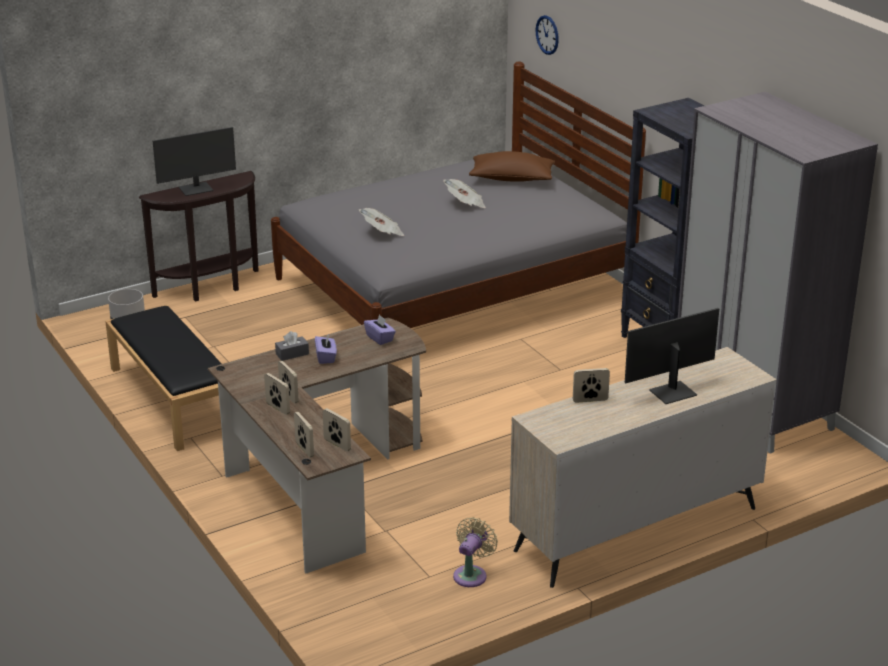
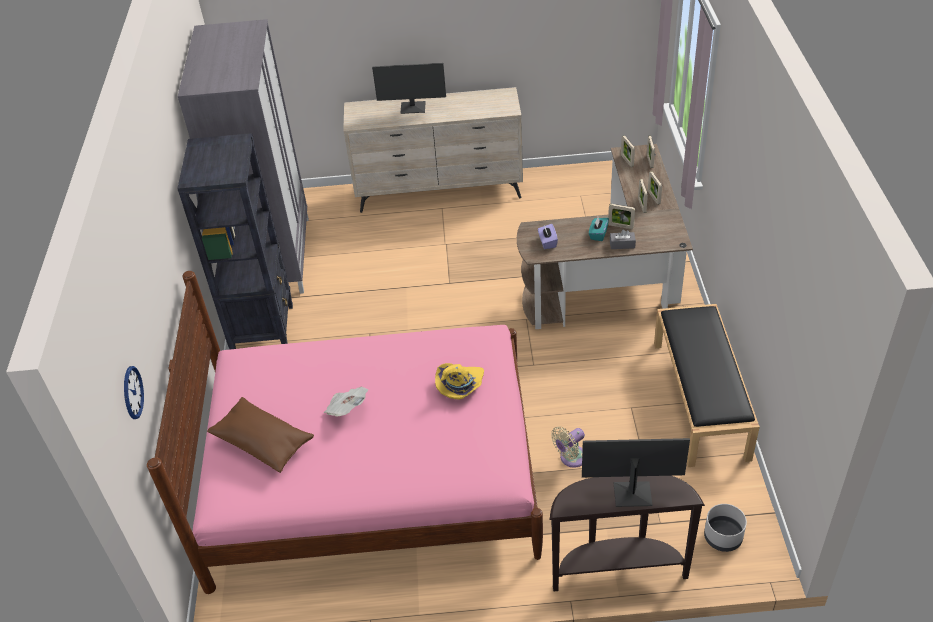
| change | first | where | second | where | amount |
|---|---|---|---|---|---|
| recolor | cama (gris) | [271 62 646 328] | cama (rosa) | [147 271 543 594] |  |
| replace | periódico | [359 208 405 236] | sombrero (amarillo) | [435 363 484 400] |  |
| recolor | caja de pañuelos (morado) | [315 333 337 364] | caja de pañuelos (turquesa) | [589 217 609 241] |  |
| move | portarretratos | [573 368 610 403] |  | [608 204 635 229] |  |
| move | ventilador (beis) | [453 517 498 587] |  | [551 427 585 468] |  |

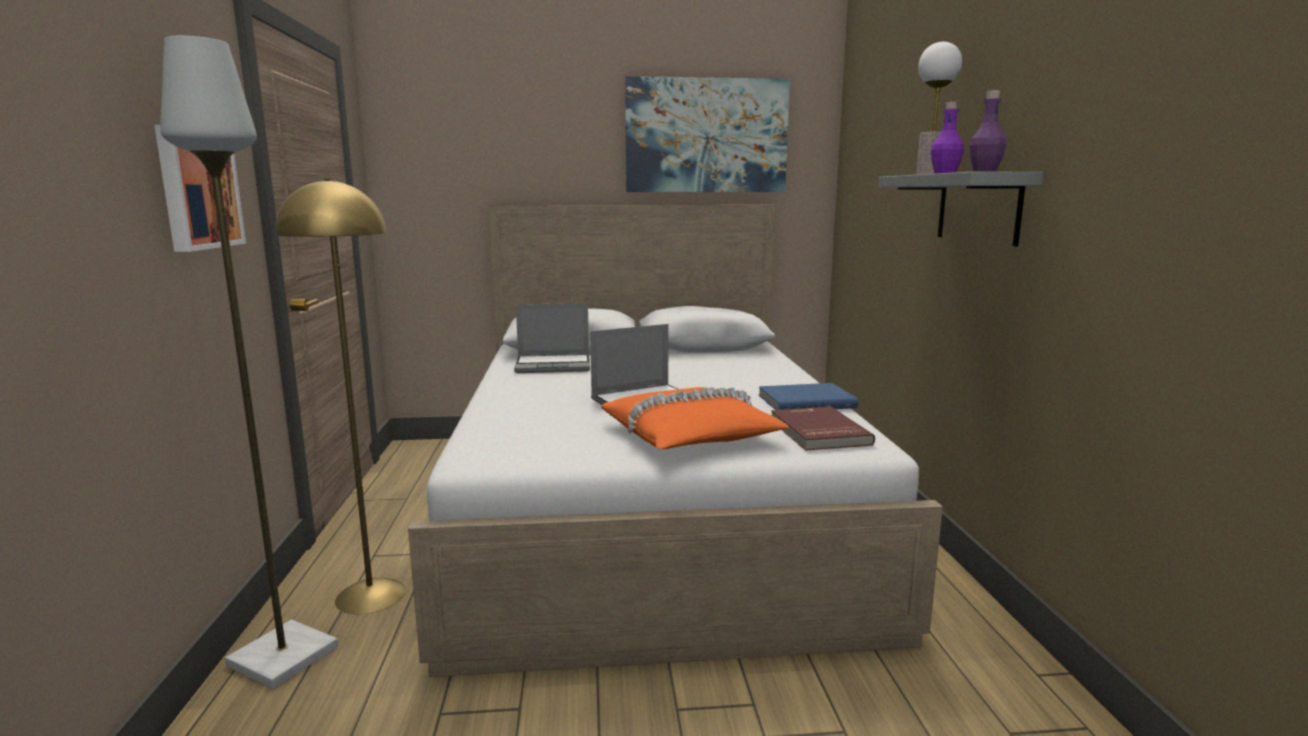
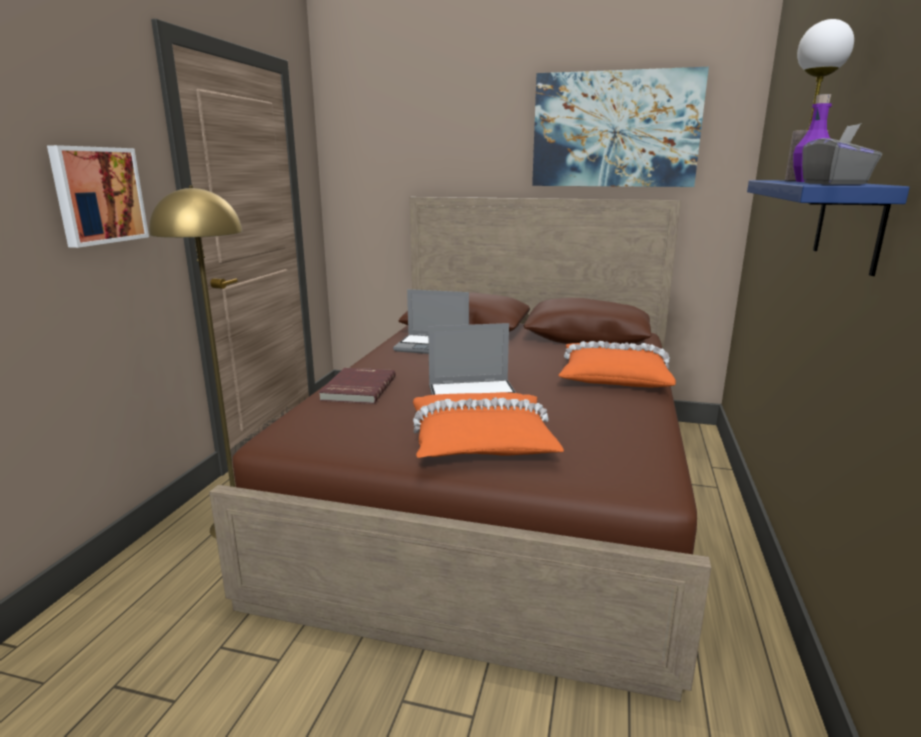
| change | first | where | second | where | amount |
|---|---|---|---|---|---|
| delete | lámpara de pie (gris) | [160 36 338 689] |  |  |  |
| replace | botella (morado) | [969 90 1007 172] | caja de pañuelos (gris) | [802 123 882 185] |  |
| recolor | estante (gris) | [878 172 1044 246] | estante (azul) | [747 180 910 276] |  |
| recolor | cama (blanco) | [408 205 943 677] | cama (marrón) | [209 197 711 702] |  |
| delete | libro (azul) | [758 383 858 410] |  |  |  |
| move | libro (rojo) | [771 407 875 451] |  | [319 368 395 404] |  |
| insert |  |  | cojín (naranja) | [559 341 676 387] |  |

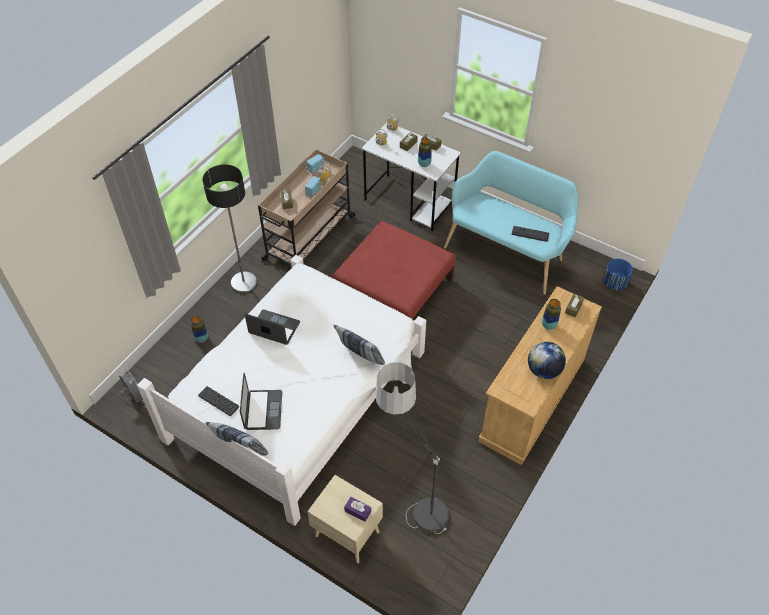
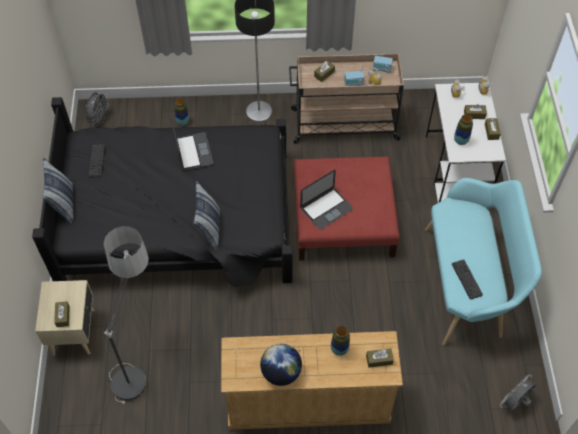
| change | first | where | second | where | amount |
|---|---|---|---|---|---|
| recolor | cama (blanco) | [137 255 426 526] | cama (negro) | [32 97 293 287] |  |
| replace | maceta (azul) | [603 259 633 290] | ventilador (gris) | [500 374 536 412] |  |
| move | portátil | [240 373 282 430] |  | [300 170 353 230] |  |
| recolor | caja de pañuelos (morado) | [344 497 371 522] | caja de pañuelos (marrón) | [54 301 70 327] |  |

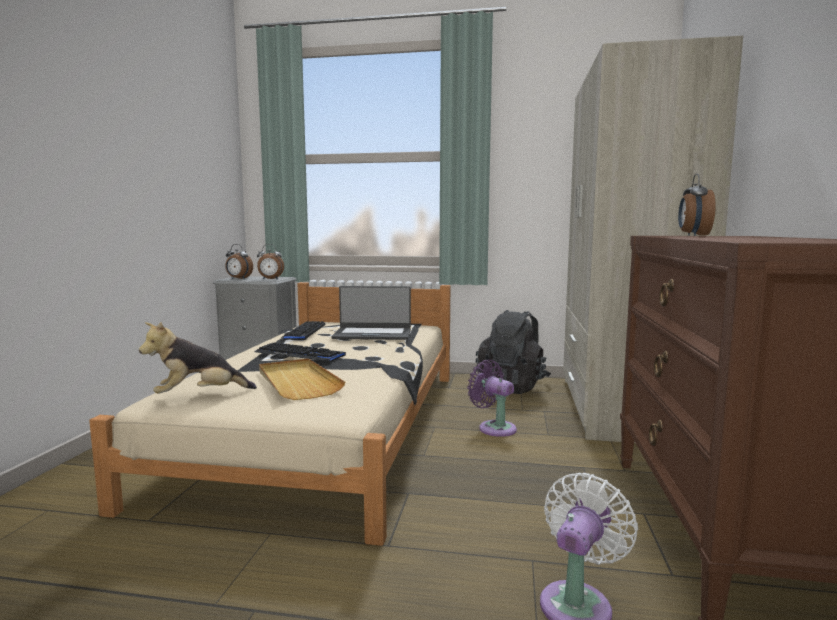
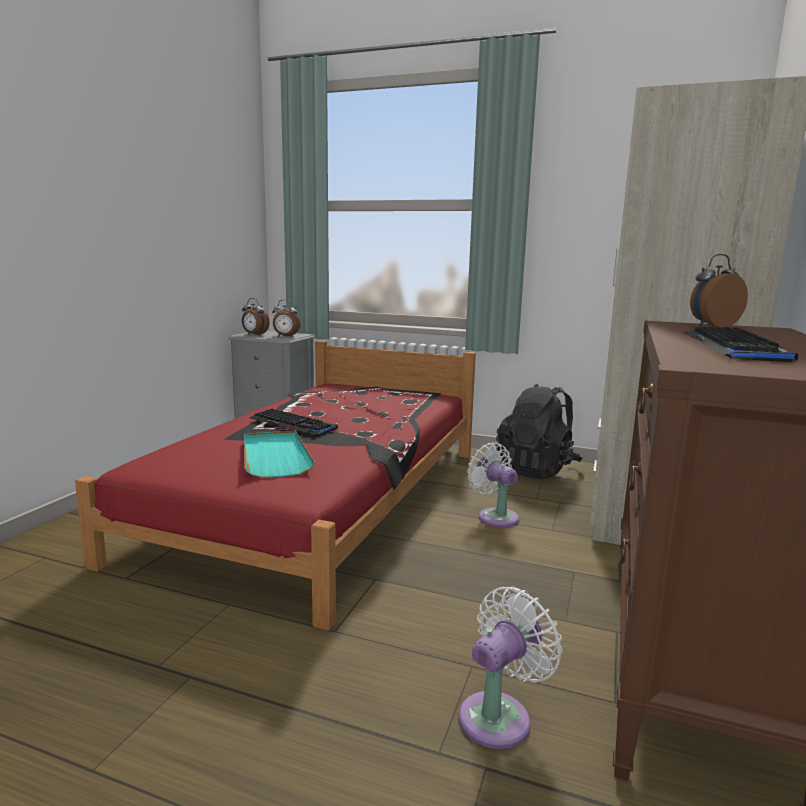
| change | first | where | second | where | amount |
|---|---|---|---|---|---|
| rotate | despertador | [678 174 716 236] |  | [690 254 748 328] | 45 degrees clockwise |
| recolor | cama (beis) | [89 282 450 546] | cama (rojo) | [75 340 476 631] |  |
| delete | portátil | [331 286 411 340] |  |  |  |
| move | teclado | [281 321 325 340] |  | [683 327 798 363] |  |
| delete | peluche | [139 322 257 394] |  |  |  |
| recolor | bandeja (beis) | [259 358 346 400] | bandeja (turquesa) | [244 431 315 477] |  |
| recolor | ventilador (morado) | [467 360 517 437] | ventilador (blanco) | [467 443 519 527] |  |

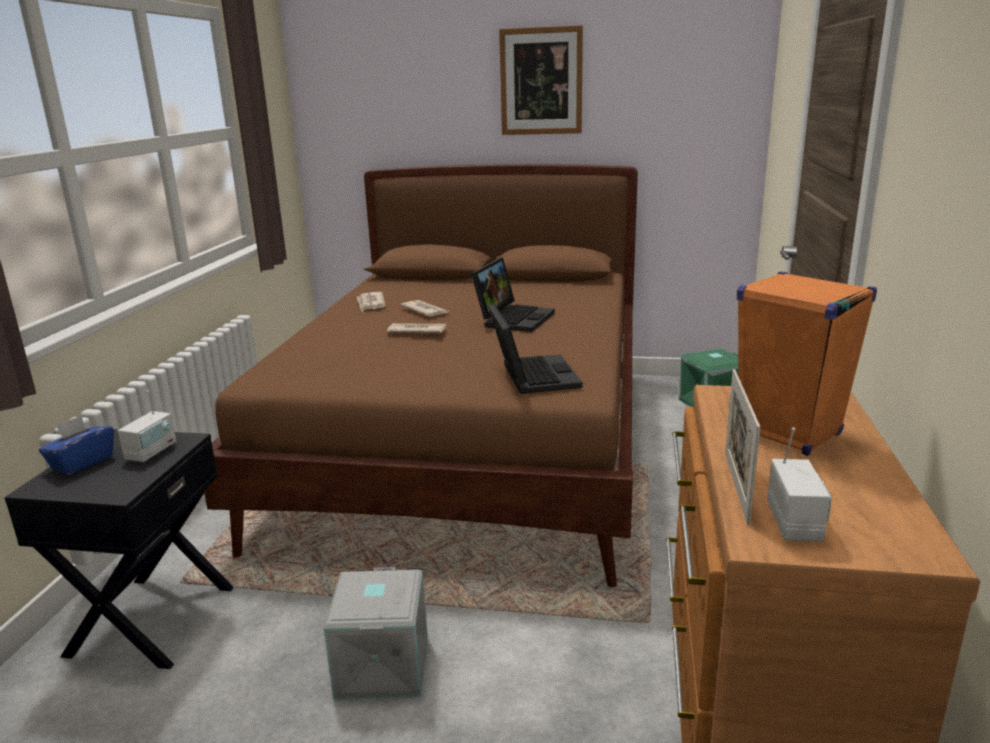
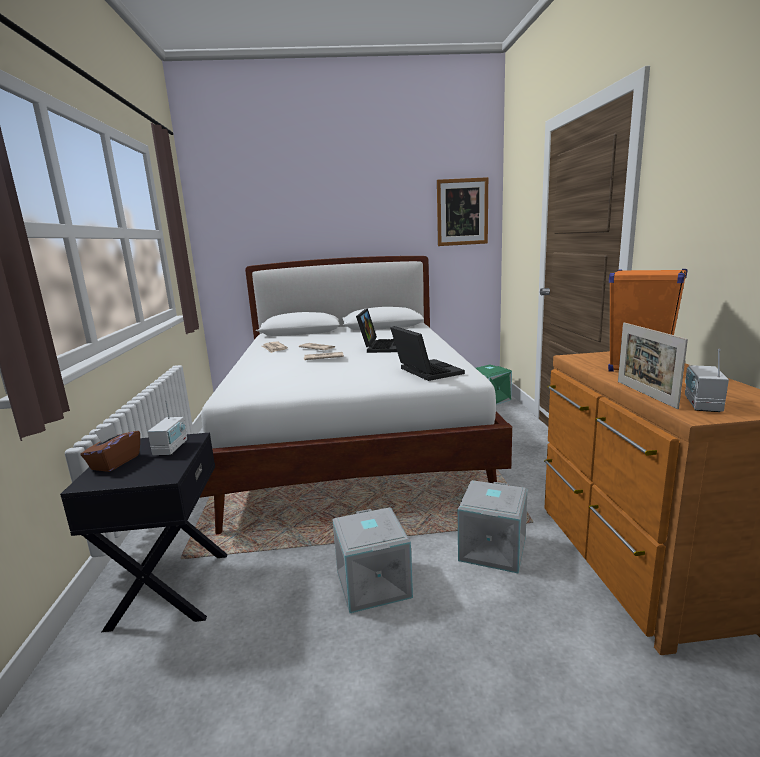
| change | first | where | second | where | amount |
|---|---|---|---|---|---|
| move | cuadro | [499 25 583 135] |  | [437 177 488 246] |  |
| recolor | cama (marrón) | [204 164 638 587] | cama (blanco) | [199 256 512 534] |  |
| recolor | caja de pañuelos (azul) | [39 415 114 475] | caja de pañuelos (marrón) | [81 423 140 472] |  |
| rotate | radio | [767 428 832 542] |  | [685 349 729 412] | 150 degrees counterclockwise |
| insert |  |  | caja de almacenaje (gris) | [458 480 527 574] |  |

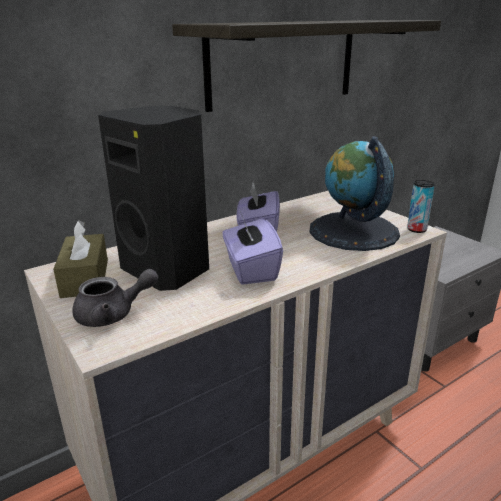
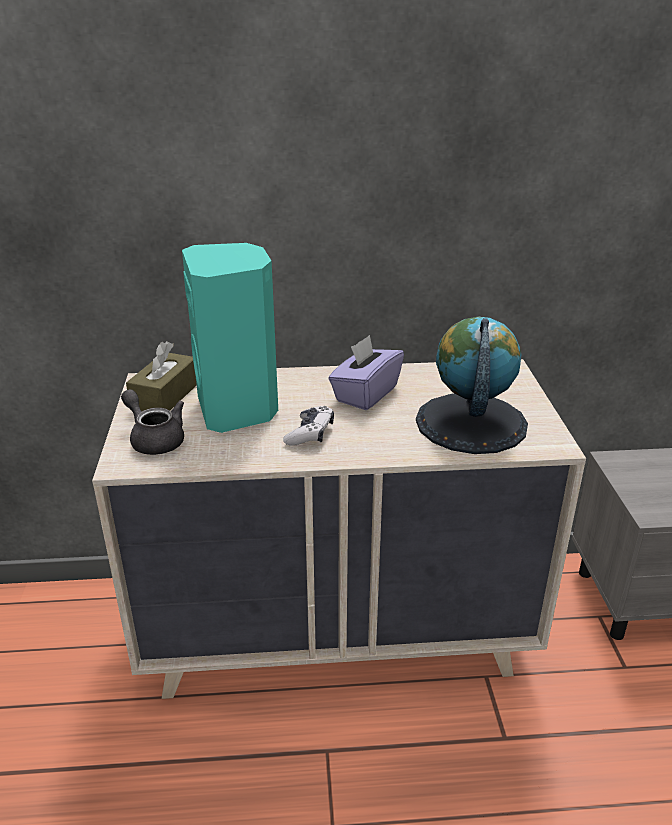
| change | first | where | second | where | amount |
|---|---|---|---|---|---|
| delete | estante | [172 20 441 112] |  |  |  |
| recolor | altavoz (negro) | [98 106 209 291] | altavoz (turquesa) | [182 243 278 433] |  |
| delete | lata | [407 180 435 233] |  |  |  |
| replace | caja de pañuelos (morado) | [222 211 283 285] | mando de consola | [283 406 334 446] |  |
| rotate | tetera (gris) | [72 269 159 327] |  | [121 389 184 455] | 150 degrees counterclockwise |

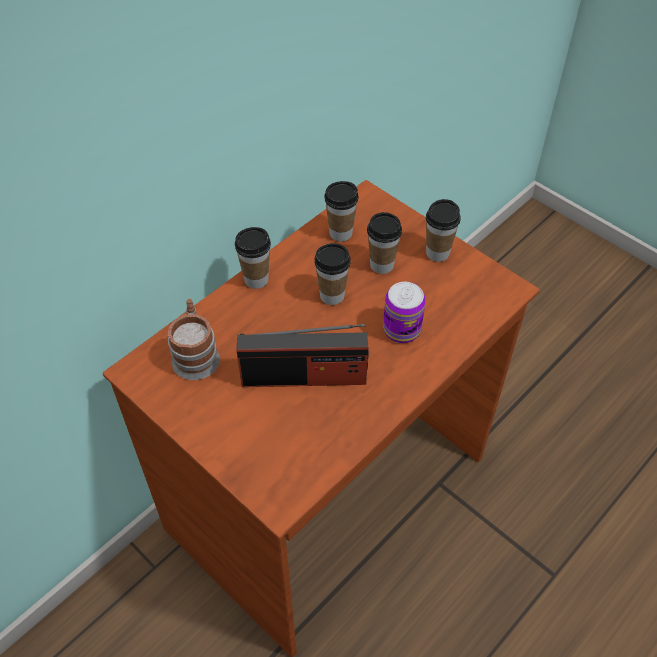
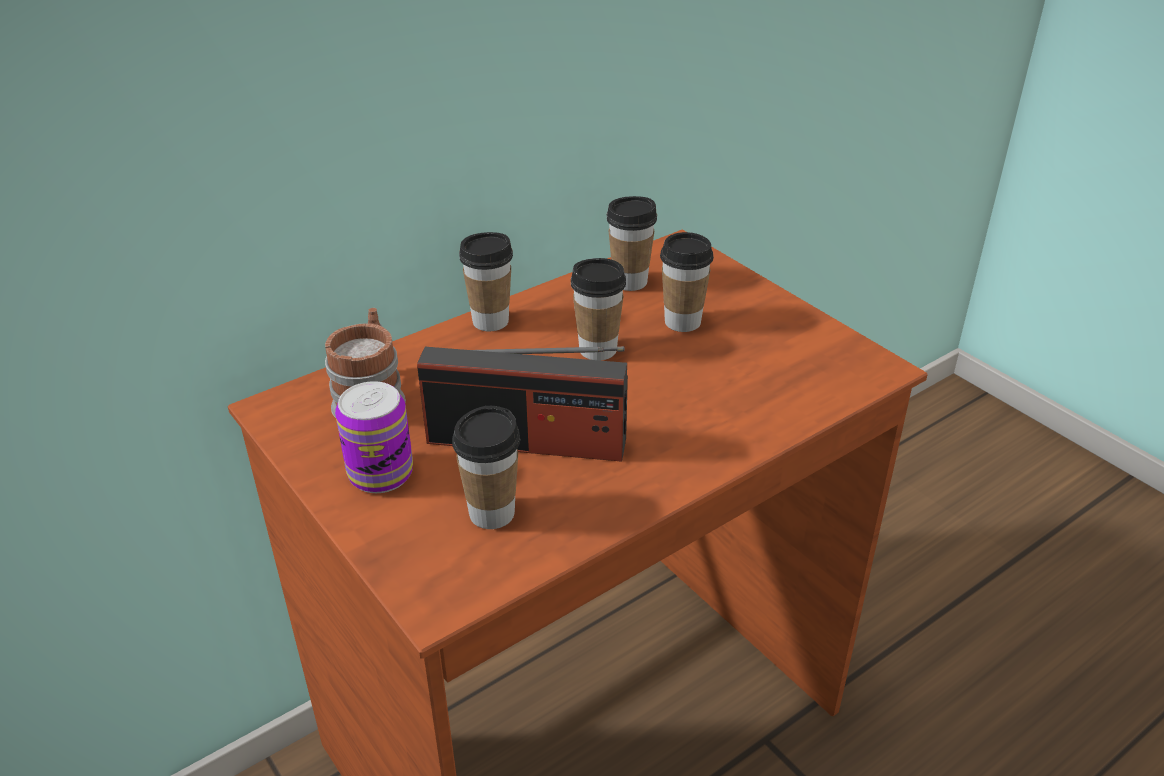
| change | first | where | second | where | amount |
|---|---|---|---|---|---|
| move | taza | [426 199 460 262] |  | [452 406 520 529] |  |
| move | lata | [383 282 426 343] |  | [335 381 413 493] |  |

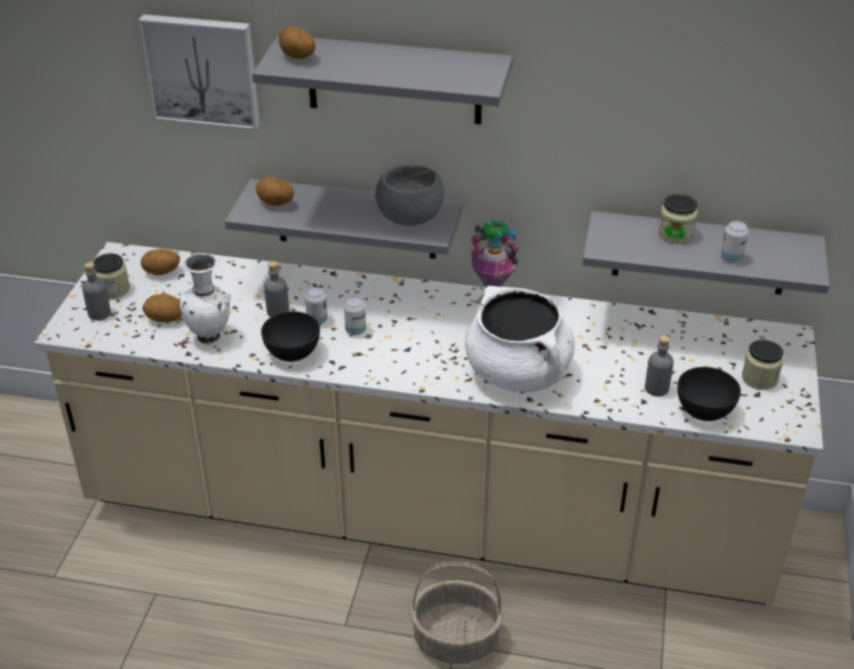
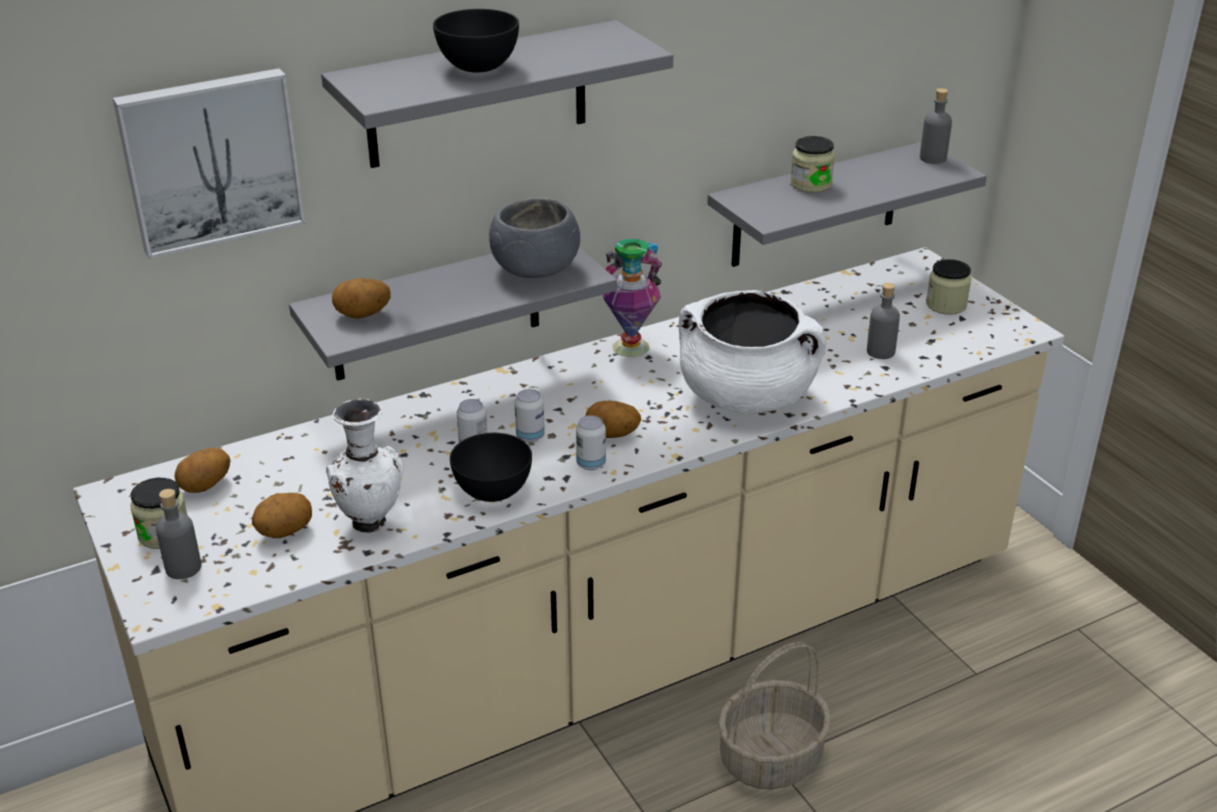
| change | first | where | second | where | amount |
|---|---|---|---|---|---|
| move | patata | [279 26 316 59] |  | [585 401 641 438] |  |
| move | lata | [721 220 749 263] |  | [576 415 606 470] |  |
| move | botella (gris) | [264 261 289 317] |  | [920 88 952 164] |  |
| move | cuenco (negro) | [677 367 741 421] |  | [433 9 519 73] |  |

